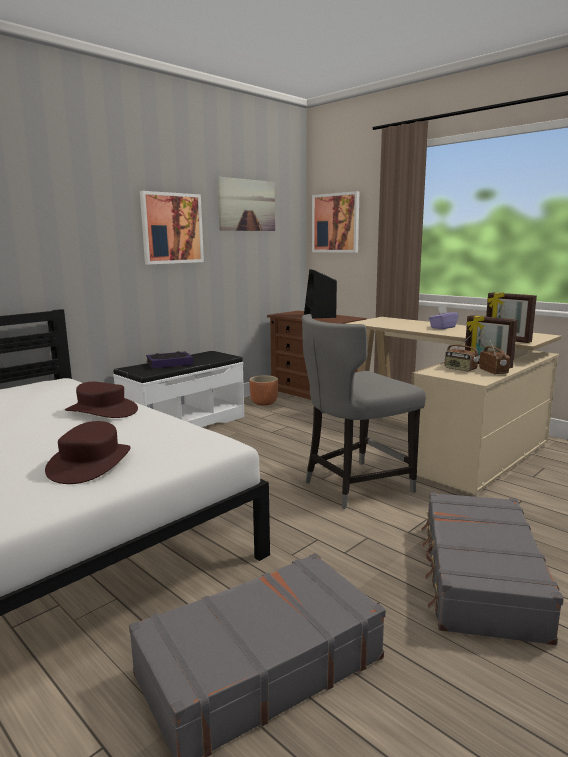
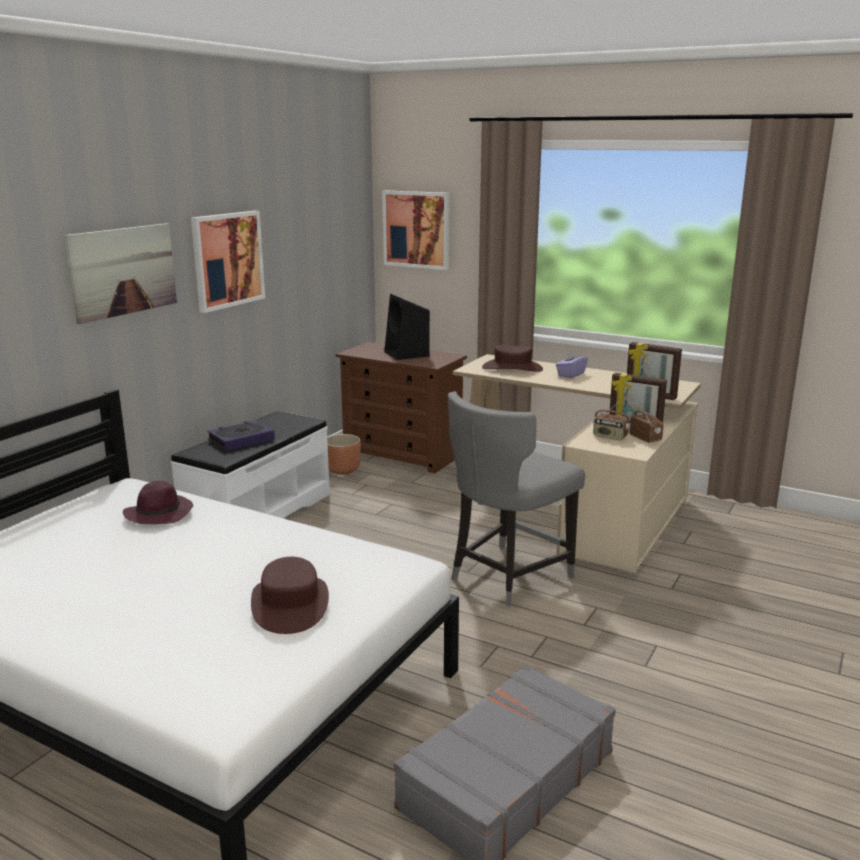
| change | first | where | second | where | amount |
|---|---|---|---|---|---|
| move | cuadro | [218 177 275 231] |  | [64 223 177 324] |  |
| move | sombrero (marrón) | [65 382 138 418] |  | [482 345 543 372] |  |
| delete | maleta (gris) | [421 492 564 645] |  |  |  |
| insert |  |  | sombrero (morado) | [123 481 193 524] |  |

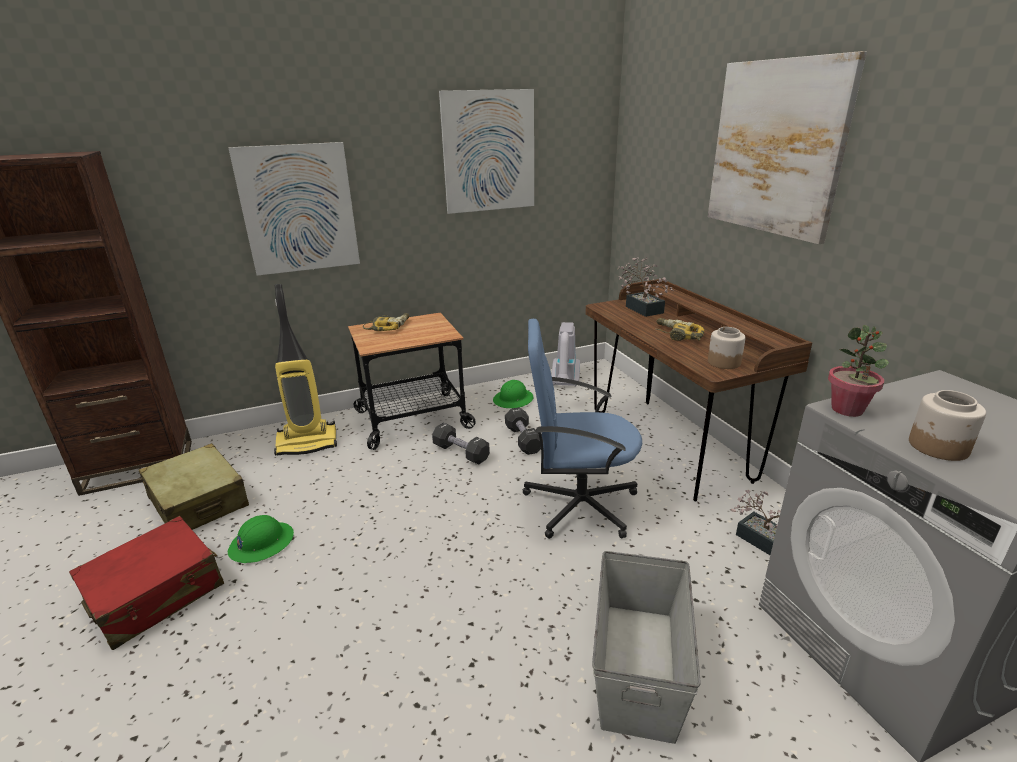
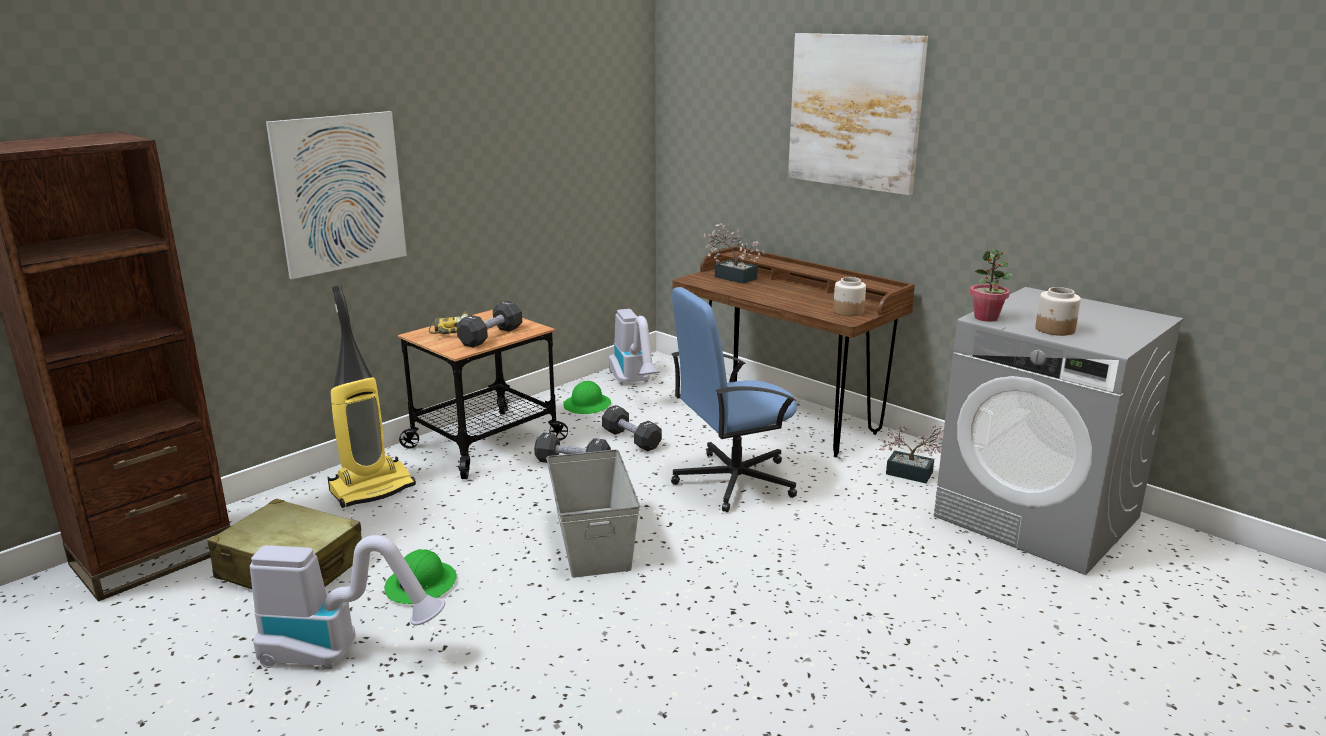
| change | first | where | second | where | amount |
|---|---|---|---|---|---|
| delete | cuadro | [439 89 534 214] |  |  |  |
| delete | taladro | [656 318 705 341] |  |  |  |
| replace | maleta (rojo) | [69 516 224 650] | aspiradora | [250 535 445 668] |  |
| move | caja de almacenaje (gris) | [592 551 701 744] |  | [546 450 640 578] |  |
| insert |  |  | mancuerna (negro) | [456 301 522 348] |  |

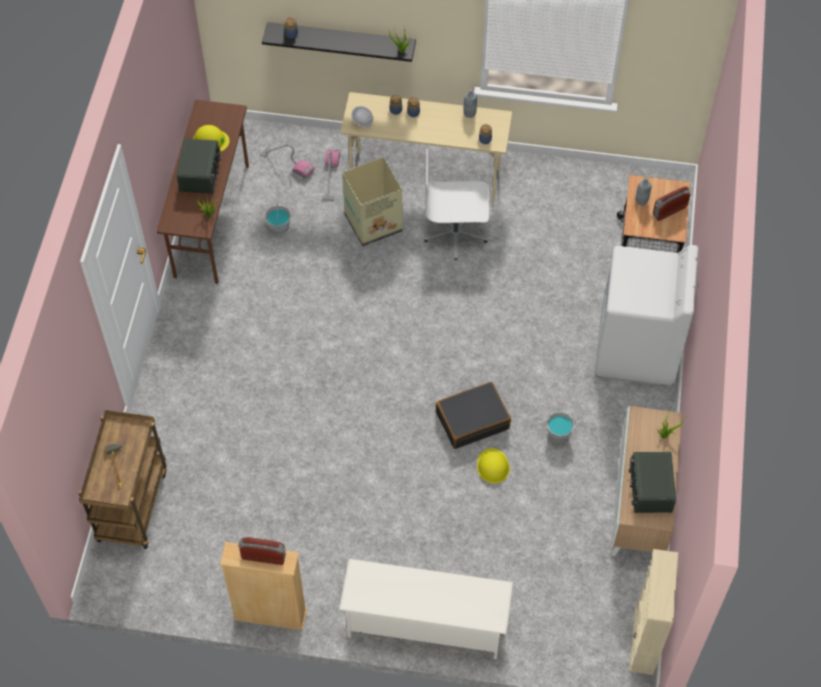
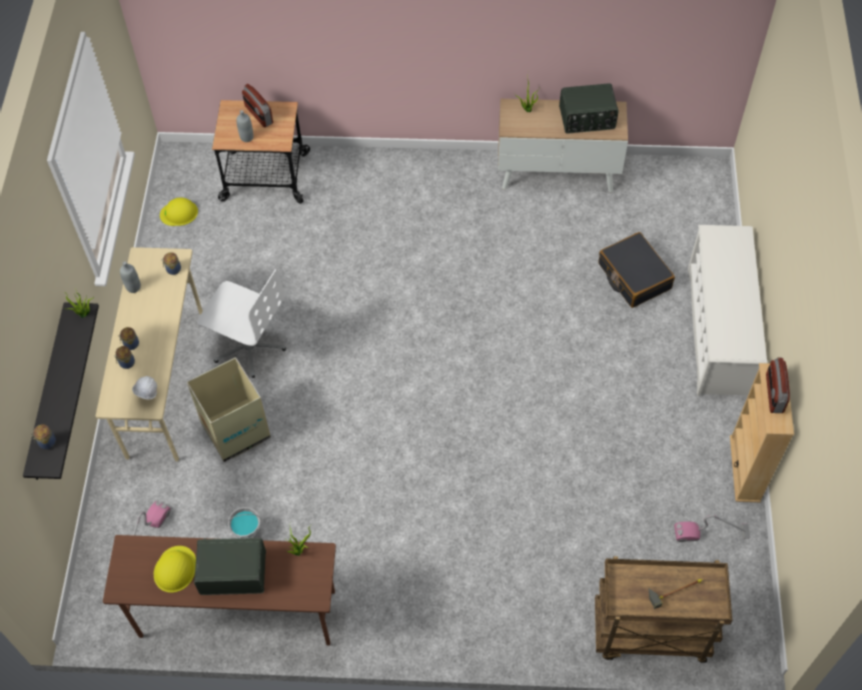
| change | first | where | second | where | amount |
|---|---|---|---|---|---|
| move | aspiradora | [322 149 340 201] |  | [674 515 750 542] |  |
| rotate | silla de oficina (blanco) | [424 149 489 261] |  | [197 269 286 378] | 60 degrees counterclockwise |
| delete | lavadora (blanco) | [595 245 699 385] |  |  |  |
| move | maleta (negro) | [436 382 511 449] |  | [599 232 675 308] |  |
| delete | cubo (gris) | [546 411 576 444] |  |  |  |
| move | casco (amarillo) | [477 448 510 484] |  | [160 197 198 226] |  |
| delete | estantería (beis) | [630 549 678 675] |  |  |  |

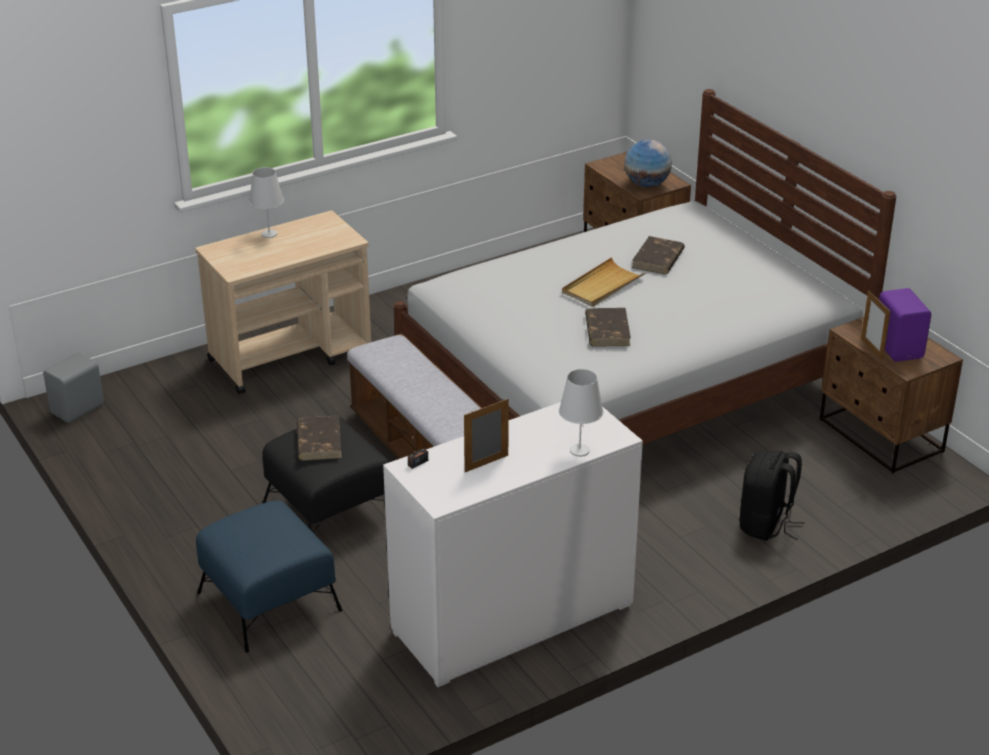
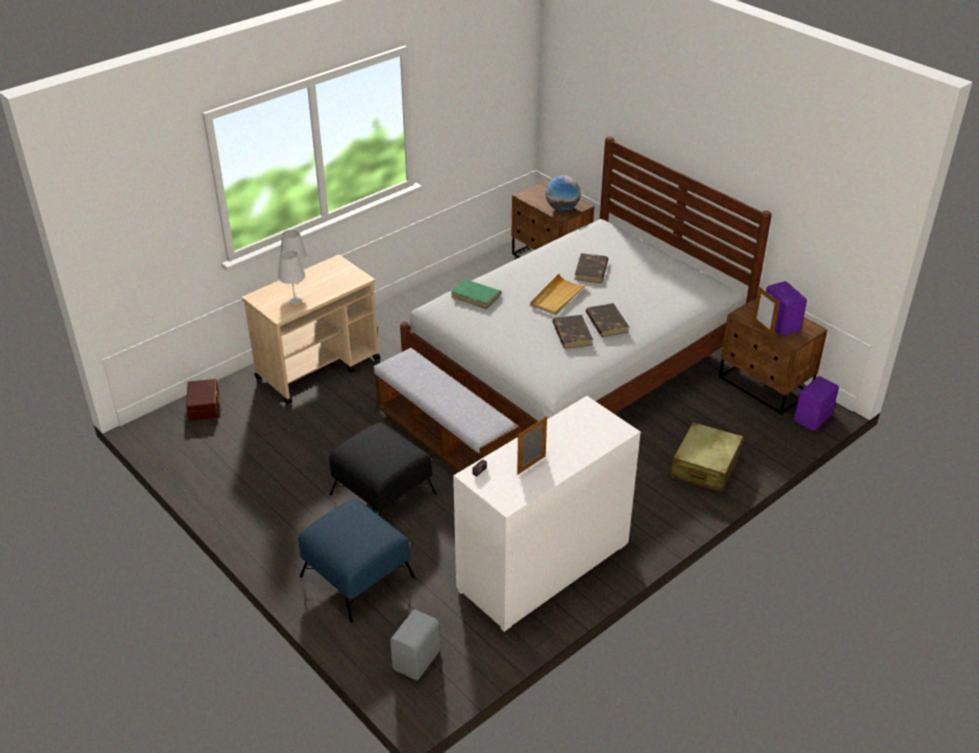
| change | first | where | second | where | amount |
|---|---|---|---|---|---|
| move | altavoz (gris) | [43 353 104 423] |  | [390 610 440 680] |  |
| move | lámpara de mesa (blanco) | [559 369 603 457] |  | [278 250 305 305] |  |
| move | libro (marrón) | [297 415 342 461] |  | [586 303 629 337] |  |
| replace | mochila (negro) | [740 450 805 541] | maleta (beis) | [670 422 743 493] |  |
| insert |  |  | libro (verde) | [451 279 501 309] |  |
| insert |  |  | altavoz (morado) | [794 376 839 431] |  |
| insert |  |  | caja de almacenaje (marrón) | [186 379 221 421] |  |

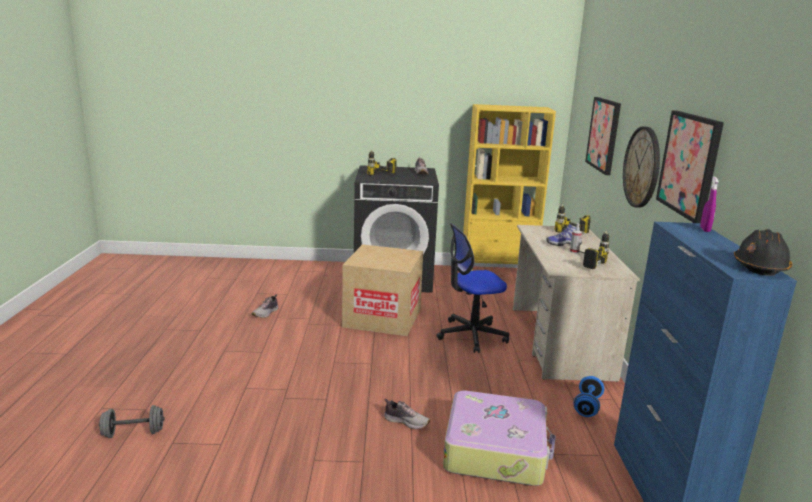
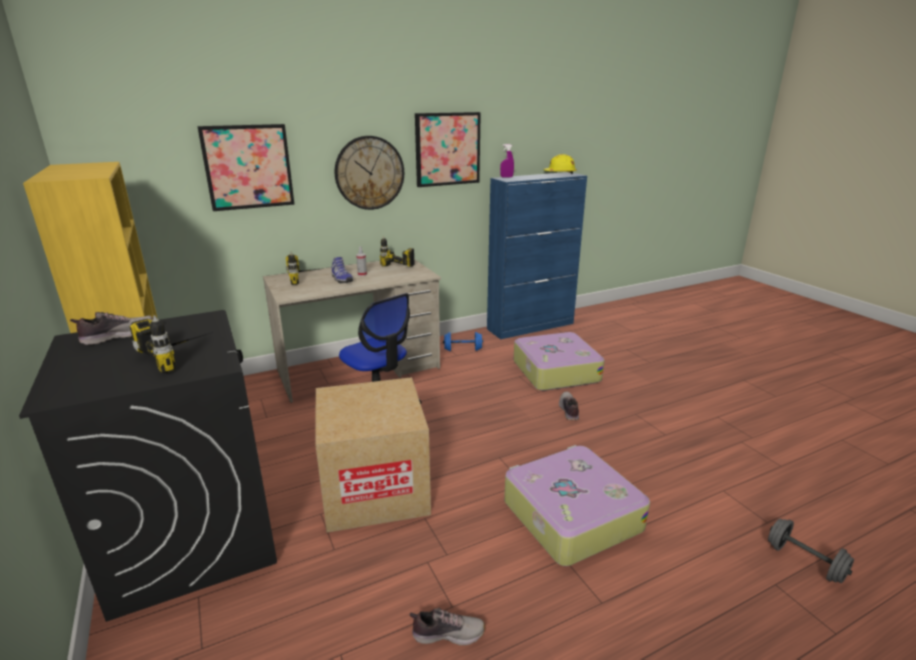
| change | first | where | second | where | amount |
|---|---|---|---|---|---|
| recolor | casco (negro) | [734 229 792 275] | casco (amarillo) | [544 154 577 174] |  |
| insert |  |  | maleta | [504 445 650 566] |  |

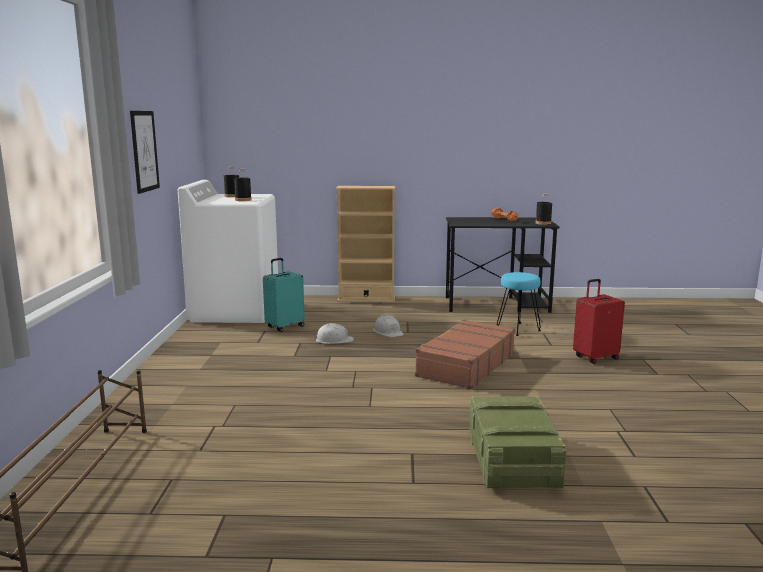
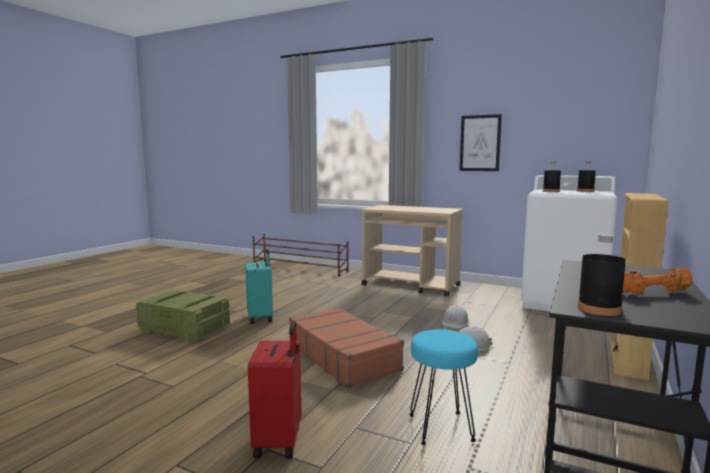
| change | first | where | second | where | amount |
|---|---|---|---|---|---|
| move | maleta (turquesa) | [263 258 305 332] |  | [245 249 273 324] |  |
| insert |  |  | carrito (beis) | [361 205 463 297] |  |

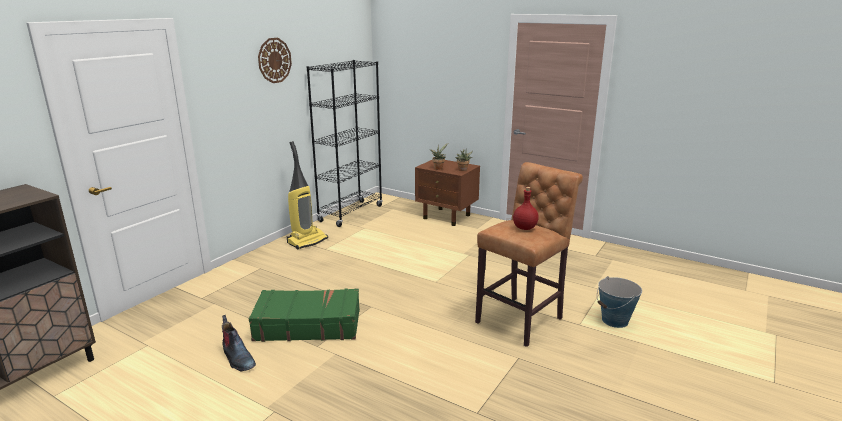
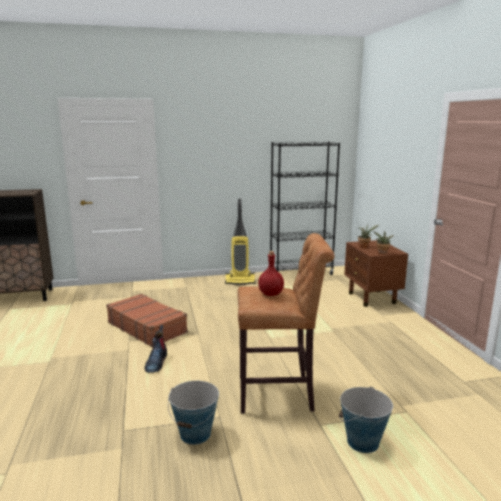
| change | first | where | second | where | amount |
|---|---|---|---|---|---|
| delete | reloj de pared | [258 38 292 83] |  |  |  |
| recolor | maleta (verde) | [249 288 360 342] | maleta (marrón) | [106 294 188 347] |  |
| move | bota | [222 315 256 371] |  | [144 325 167 373] |  |
| insert |  |  | cubo | [168 381 219 445] |  |

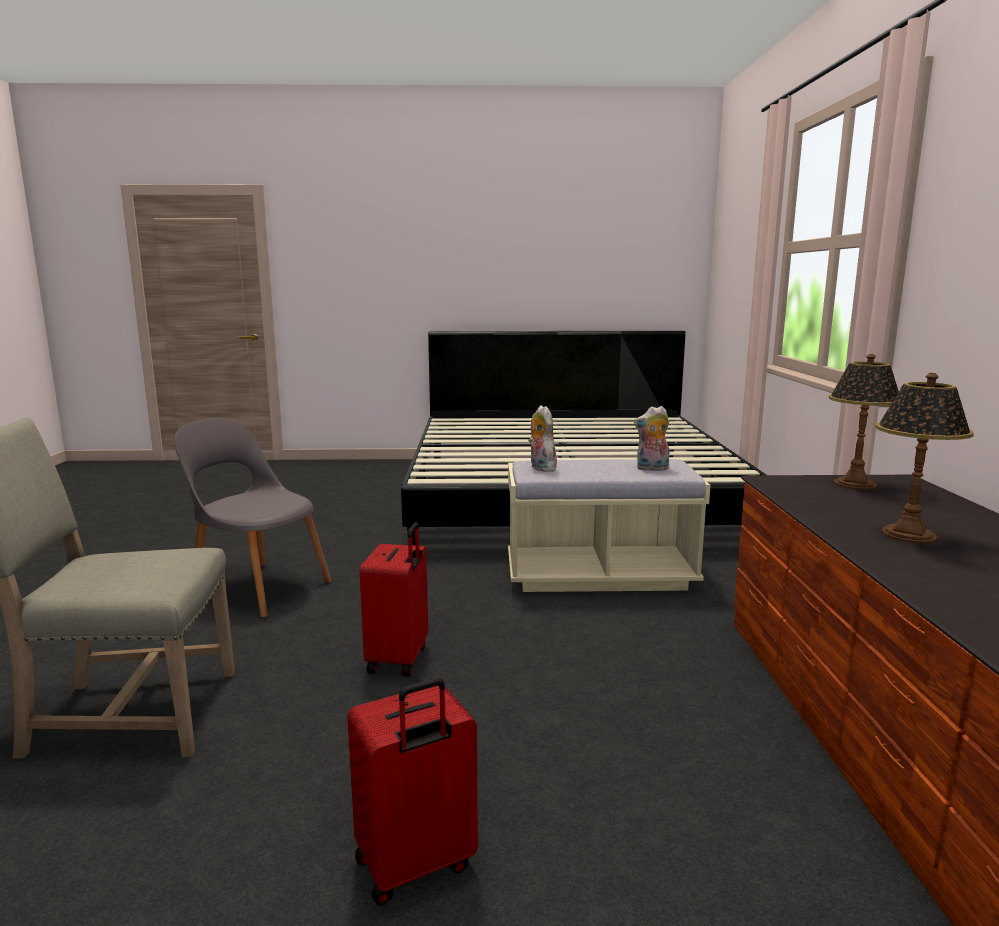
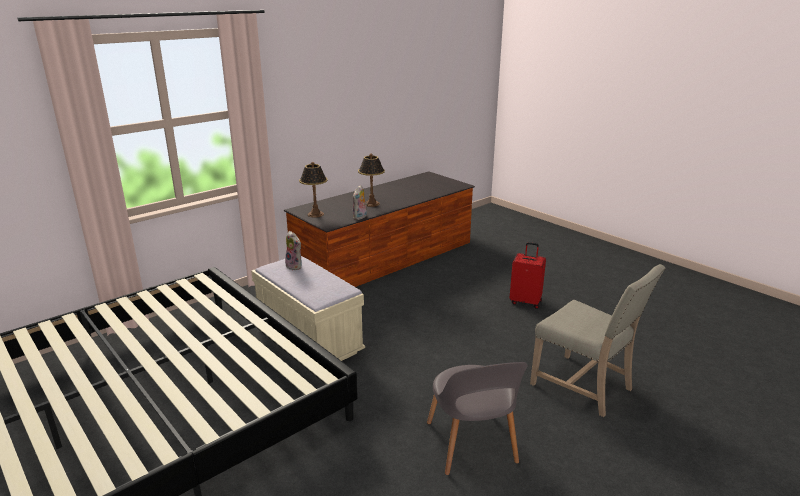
| change | first | where | second | where | amount |
|---|---|---|---|---|---|
| move | peluche | [528 405 557 472] |  | [353 185 367 220] |  |
| delete | maleta (rojo) | [360 522 428 677] |  |  |  |

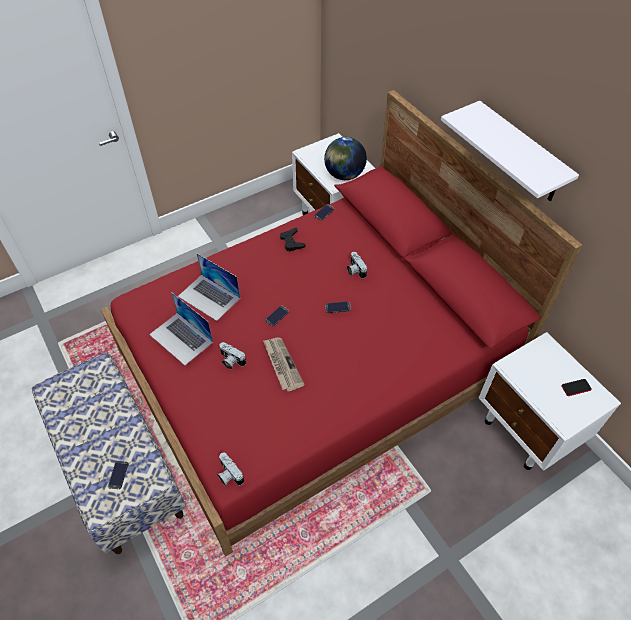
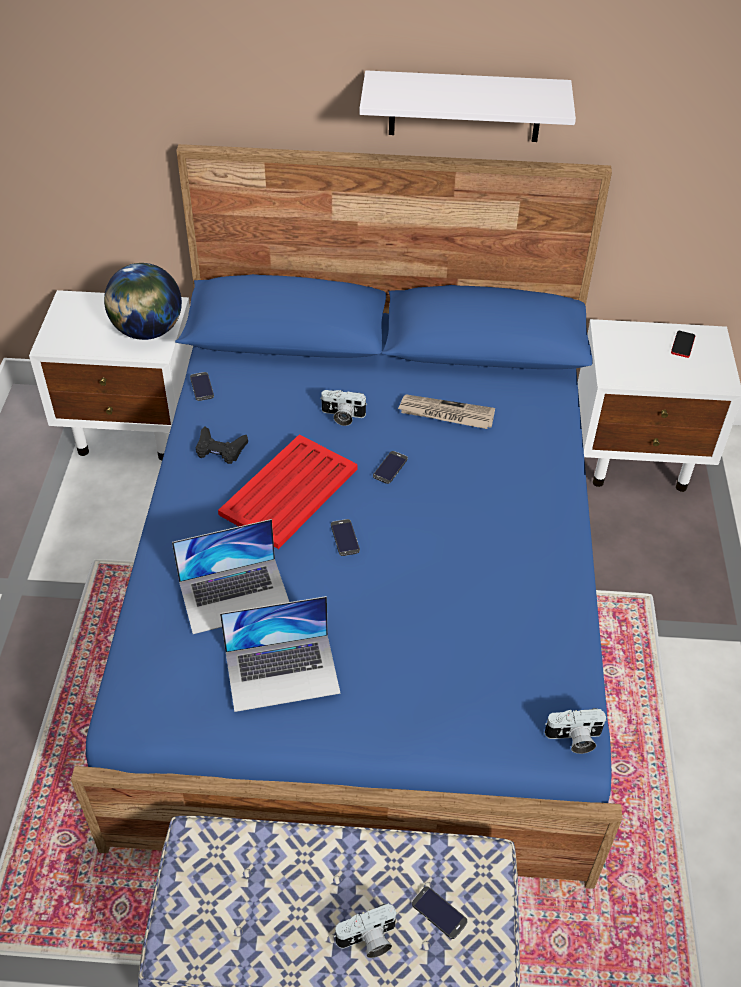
| change | first | where | second | where | amount |
|---|---|---|---|---|---|
| recolor | cama (rojo) | [101 90 582 556] | cama (azul) | [71 144 623 889] |  |
| move | periódico | [263 338 305 392] |  | [398 394 495 429] |  |
| move | cámara | [219 342 246 369] |  | [333 903 397 958] |  |
| insert |  |  | bandeja (rojo) | [218 434 358 549] |  |

